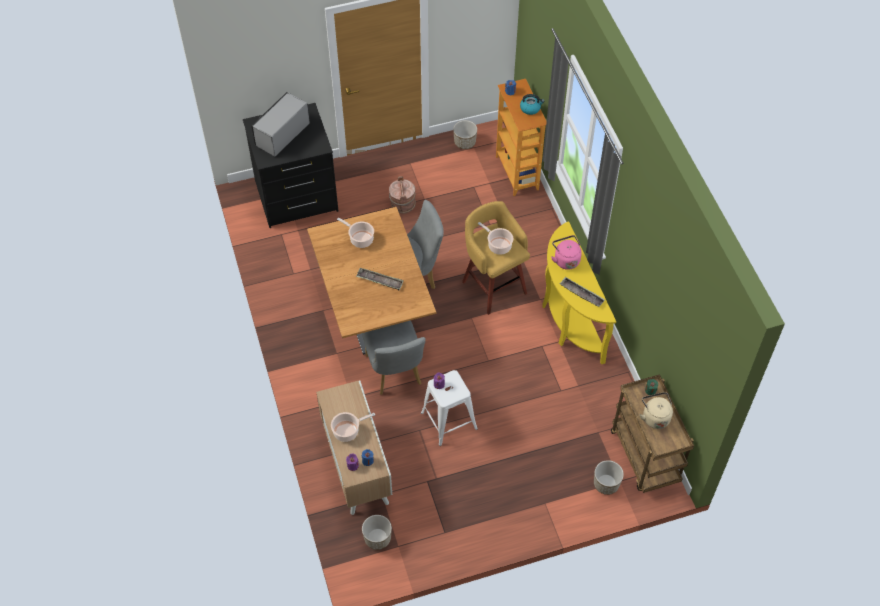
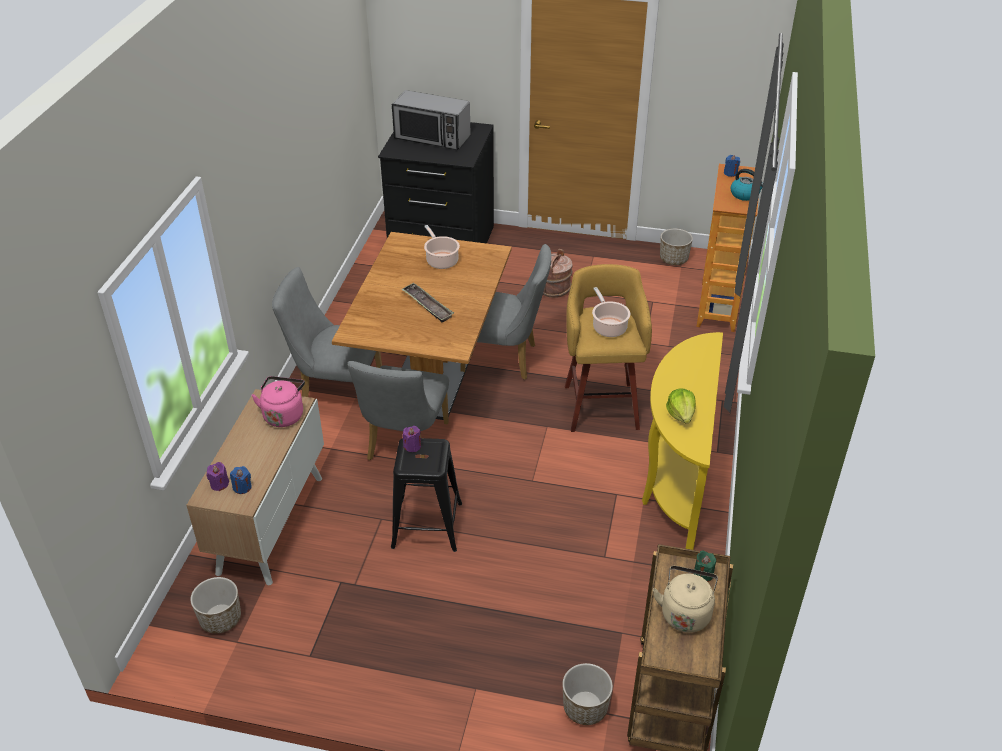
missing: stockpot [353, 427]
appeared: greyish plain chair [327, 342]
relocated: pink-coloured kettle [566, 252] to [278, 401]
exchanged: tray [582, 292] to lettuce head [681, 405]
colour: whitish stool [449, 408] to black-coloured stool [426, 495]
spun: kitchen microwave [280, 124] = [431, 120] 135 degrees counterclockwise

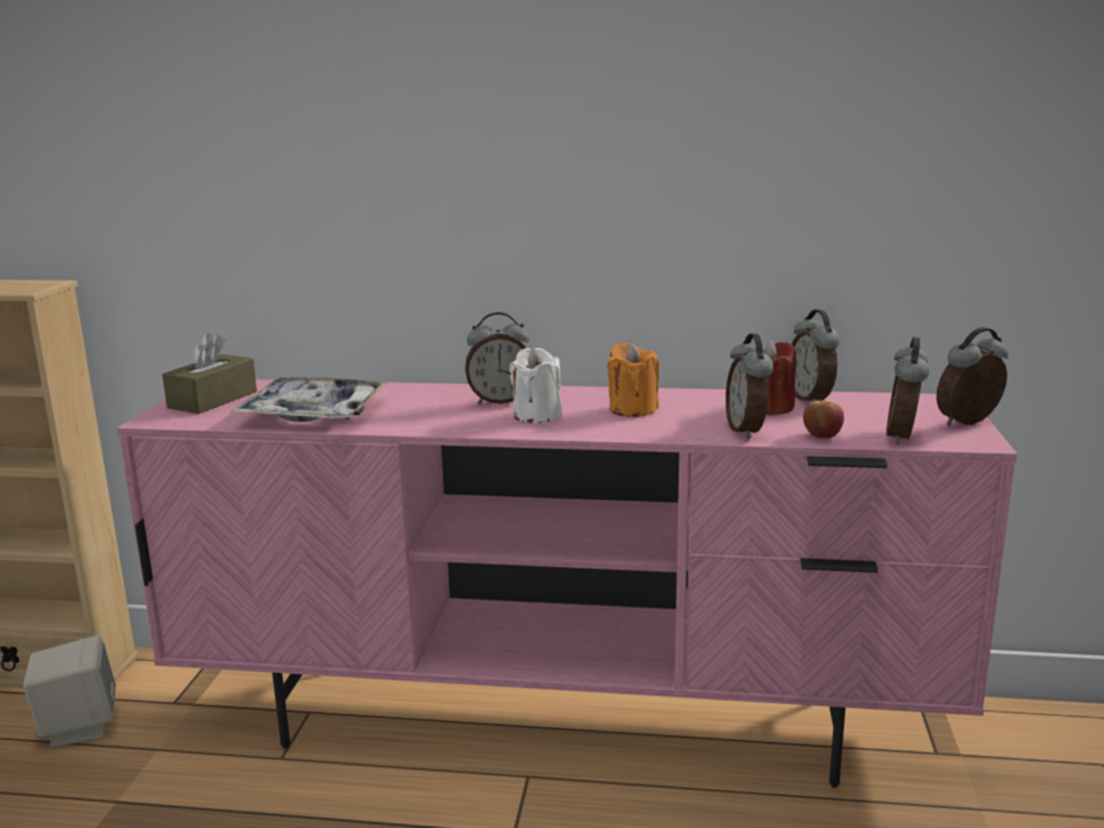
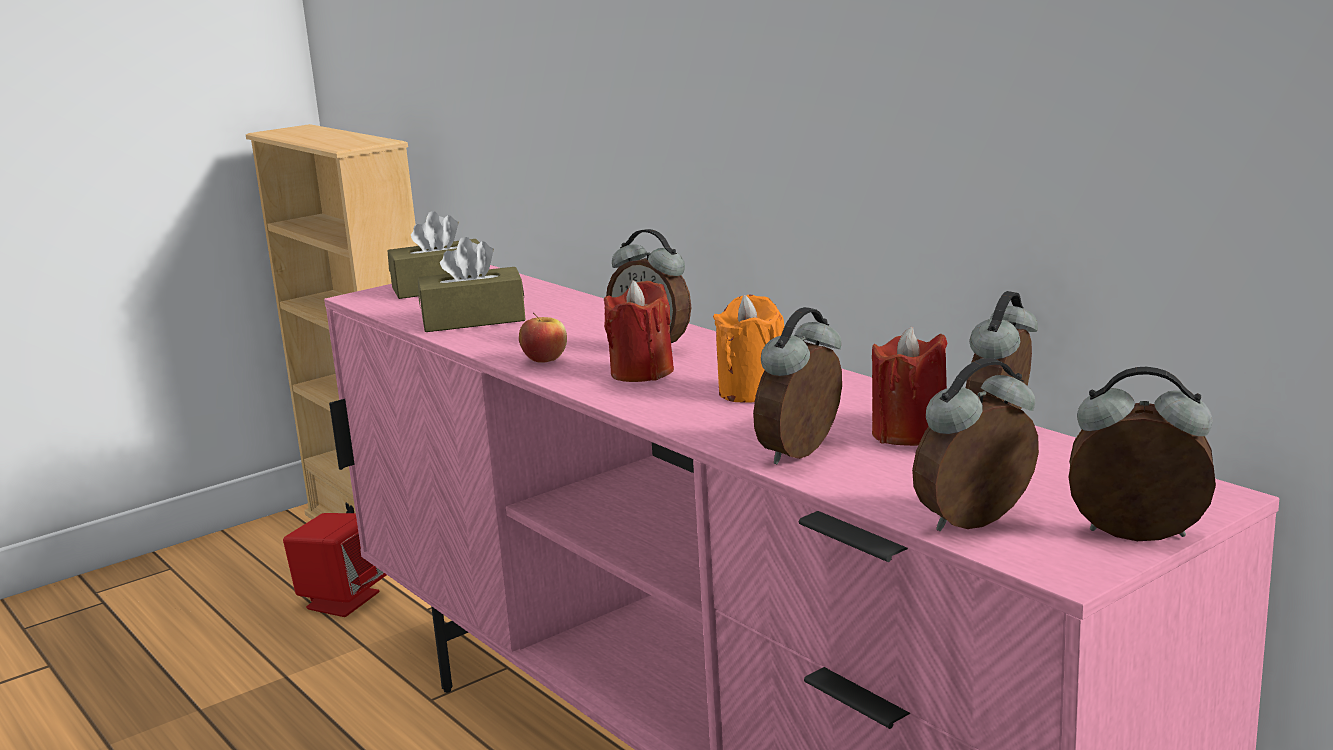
relocated: apple [823, 418] to [543, 337]
exchanged: tray [309, 399] to brown-coloured box of tissues [472, 284]
colour: beige loudspeaker [69, 691] to red-coloured loudspeaker [335, 565]; whitish wax candle [535, 385] to red-coloured wax candle [639, 331]

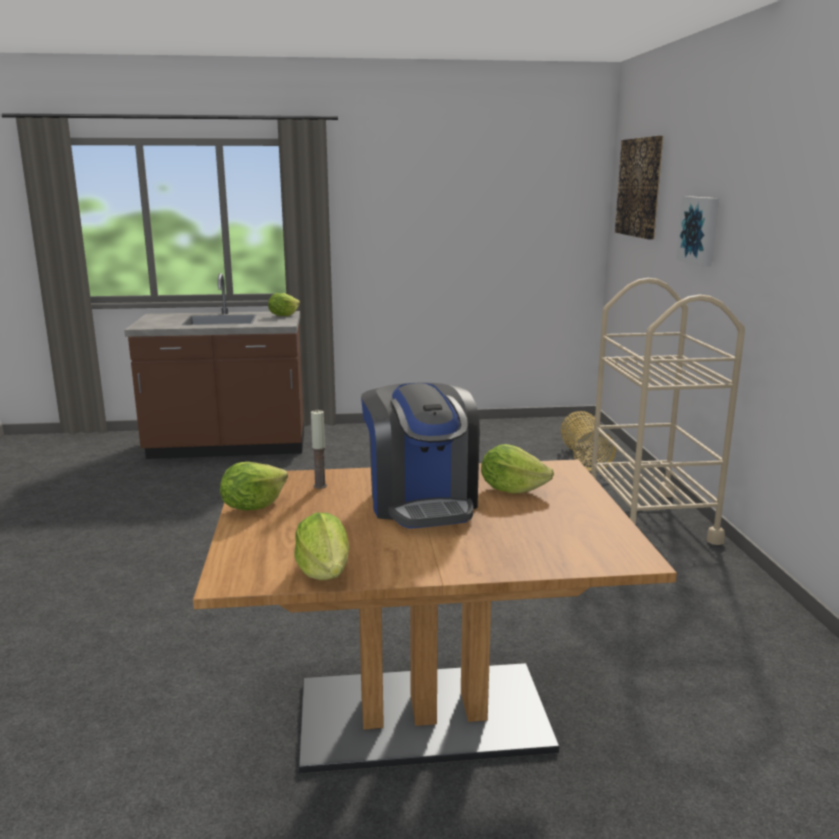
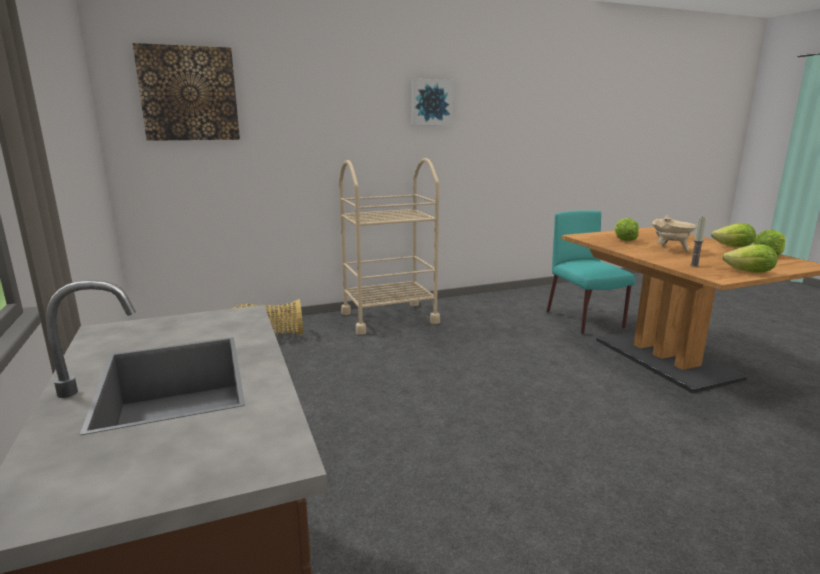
appeared: turquoise-coloured plain chair [590, 272]
relocated: lettuce head [284, 304] to [733, 235]; wall art [697, 231] to [432, 102]
exchanged: coffee machine [420, 455] to beige stockpot [674, 233]

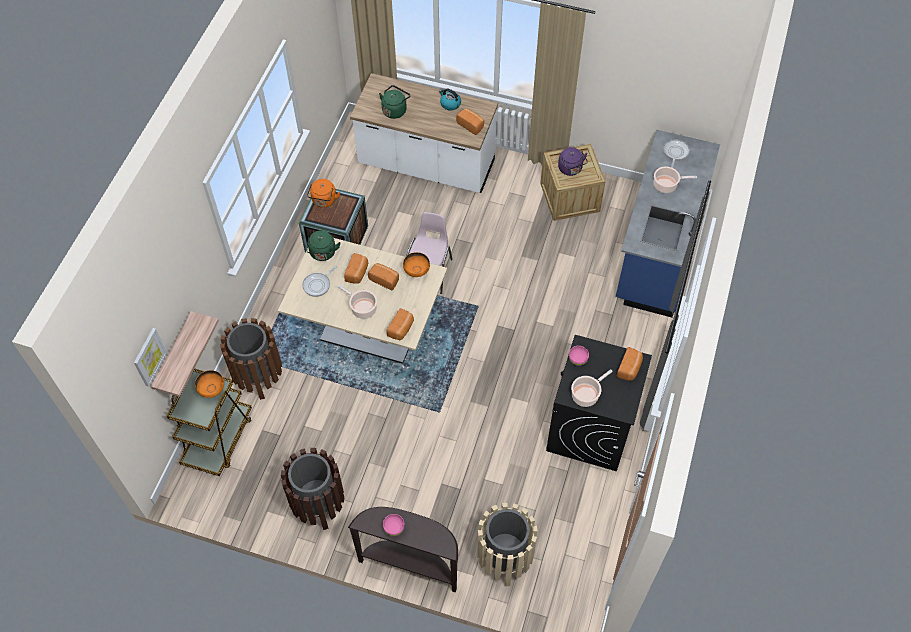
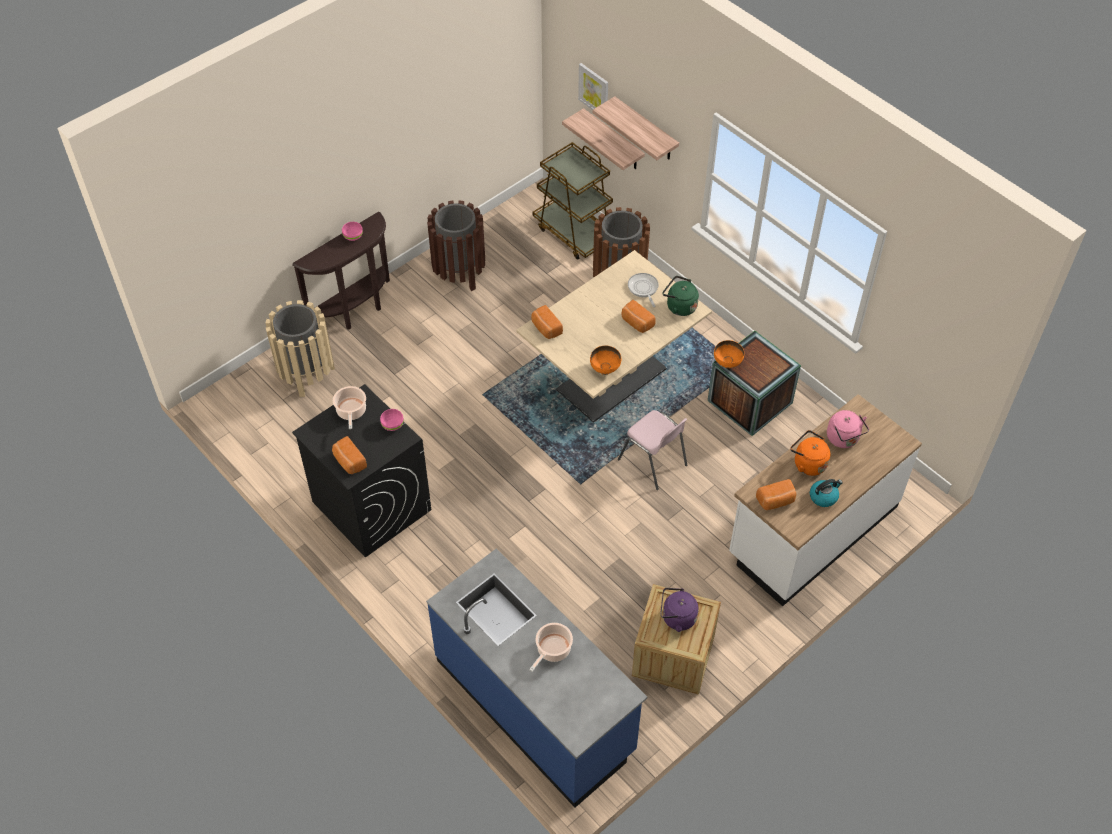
missing: stockpot [357, 302]; bakery bread [383, 276]; frying pan [677, 153]
appeared: shelf [636, 128]
relocated: orange serving bowl [209, 384] to [729, 354]; orange kettle [323, 193] to [810, 453]
colour: greenish kettle [395, 102] to pink-coloured kettle [848, 429]

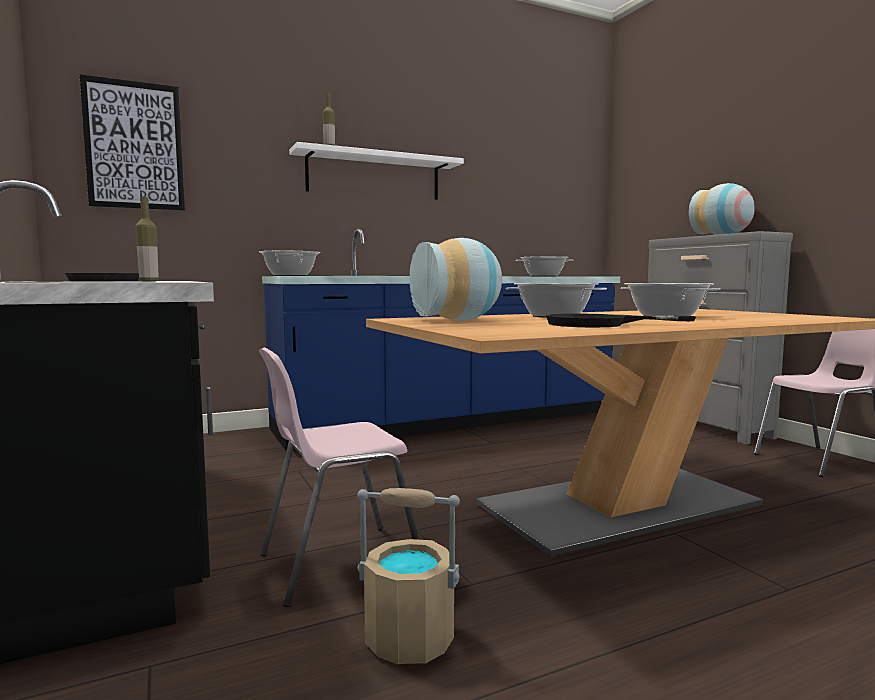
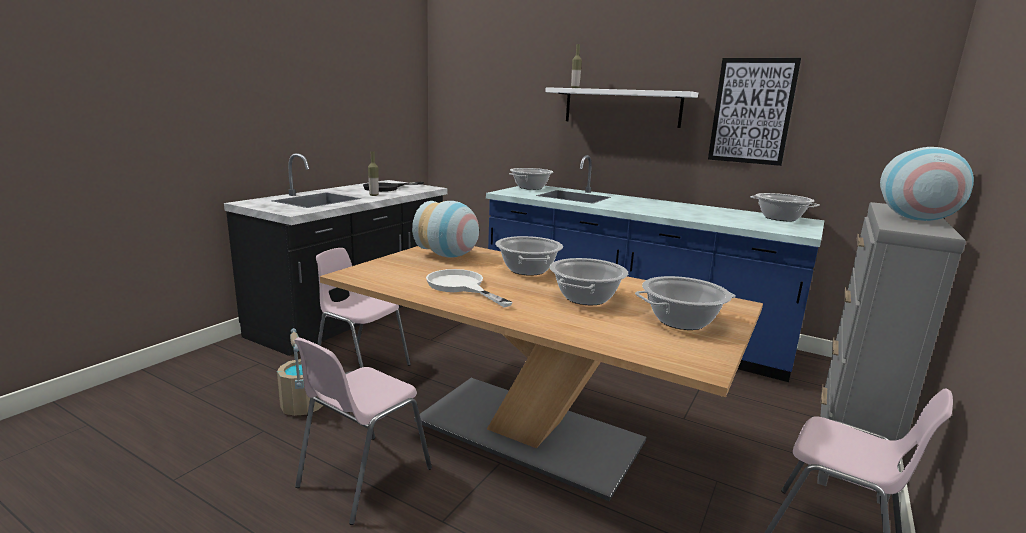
appeared: pink-coloured plain chair [363, 431]; stockpot [685, 303]
relocated: wall art [132, 142] to [754, 112]
colour: black-coloured frying pan [621, 320] to whitish frying pan [469, 288]

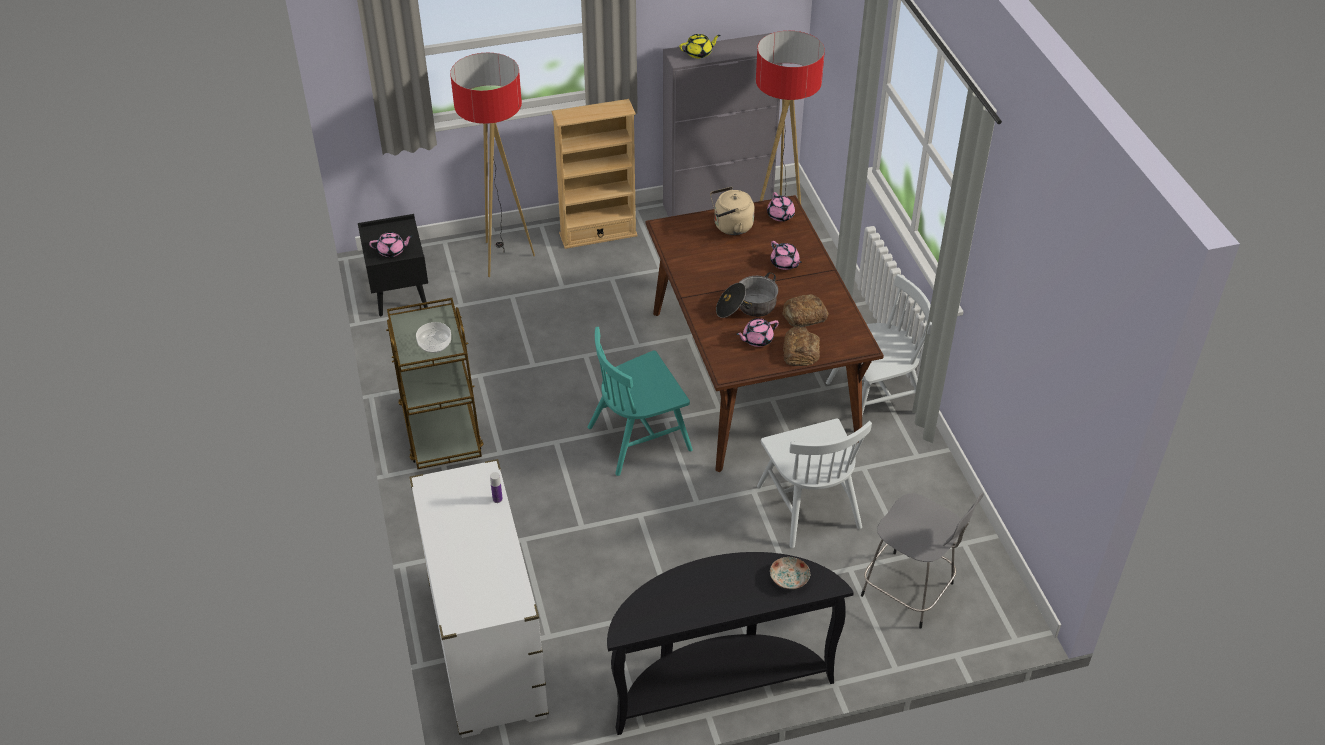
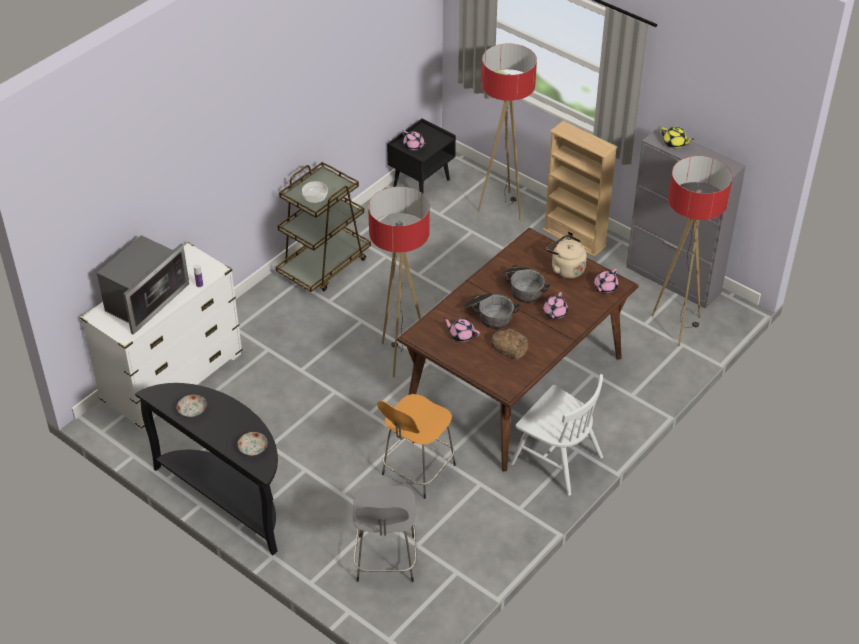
missing: bakery bread [801, 346]
appeared: kitchen microwave [143, 285]; dinner plate [192, 406]; stockpot [526, 284]
exchanged: turquoise-coloured plain chair [640, 401] to floor lamp [399, 282]; whitish plain chair [814, 483] to orange stool [416, 446]

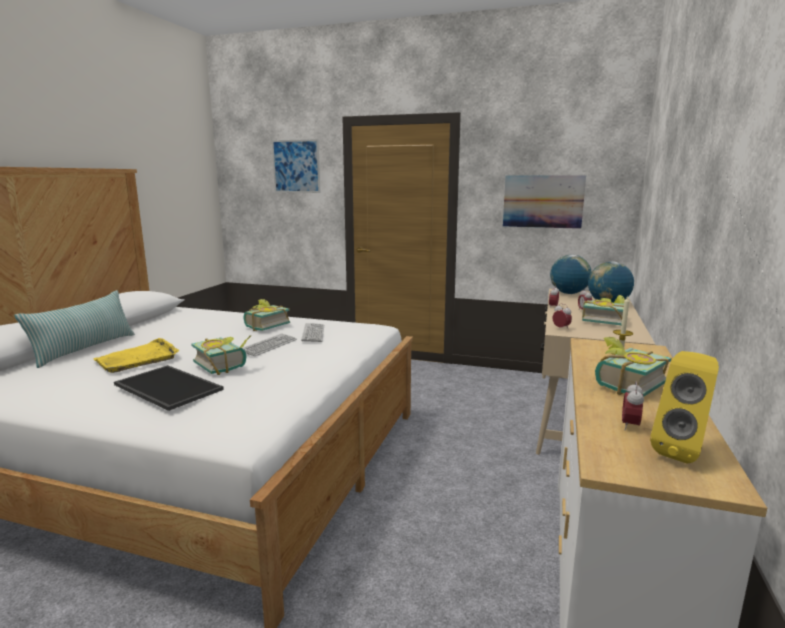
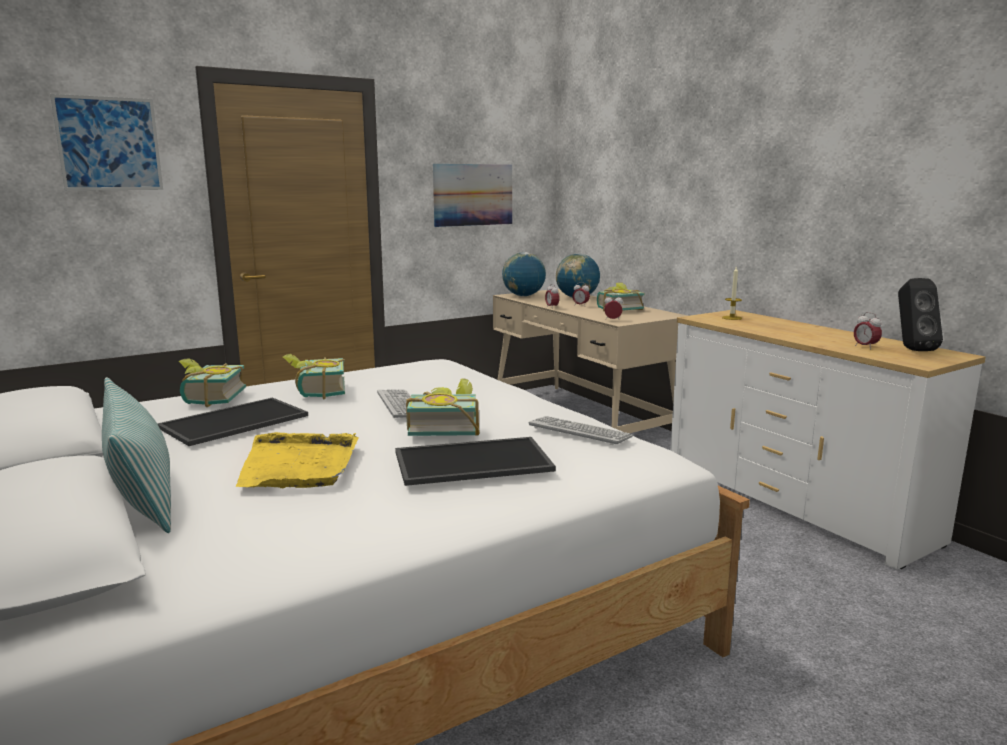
appeared: tray [232, 421]
relocated: keyboard [312, 332] to [581, 430]; book [633, 367] to [212, 382]
colour: yellowish loudspeaker [684, 407] to black-coloured loudspeaker [920, 314]

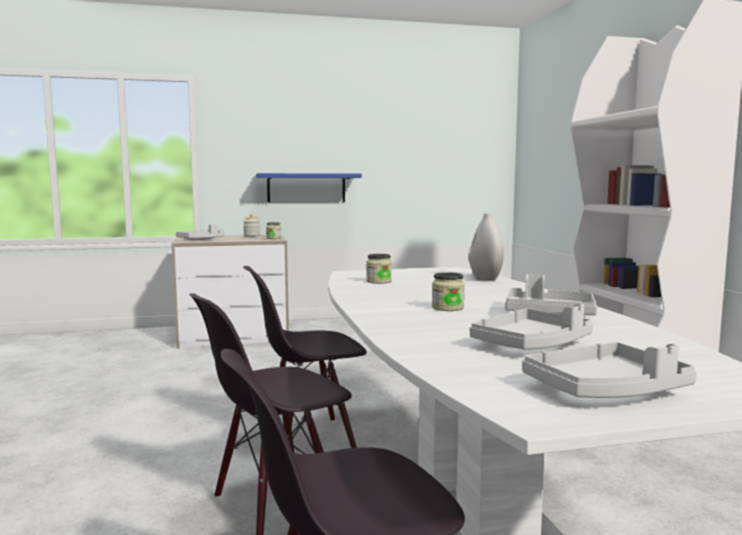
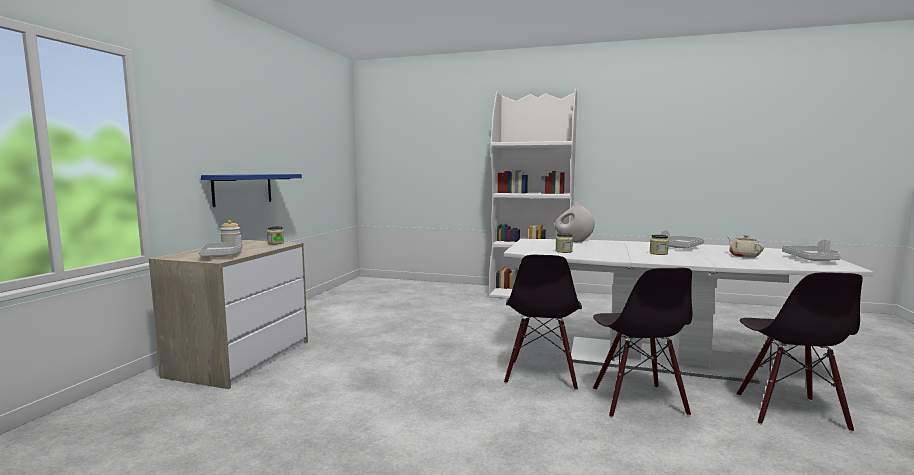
exchanged: greyish tray [531, 327] to beige tea pot [745, 246]

